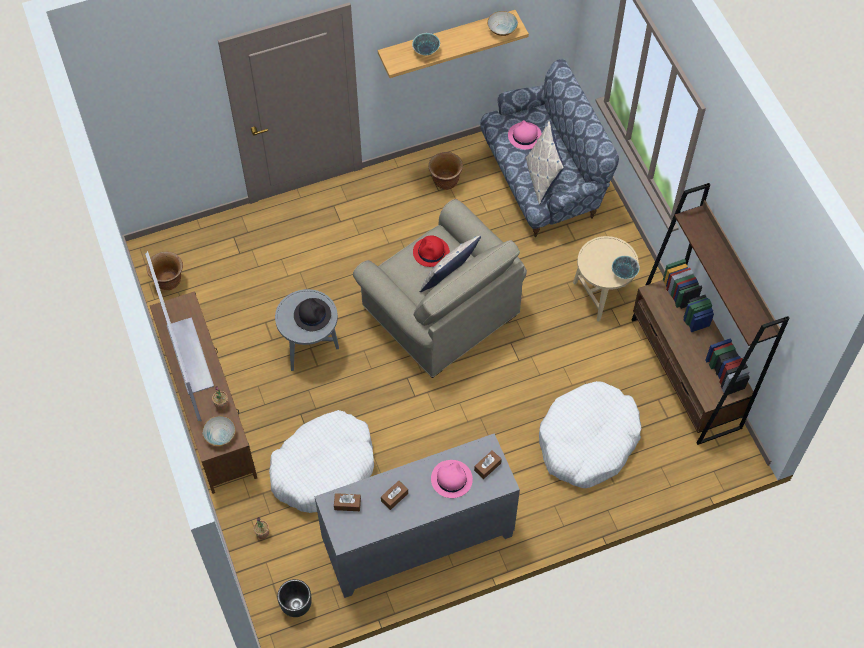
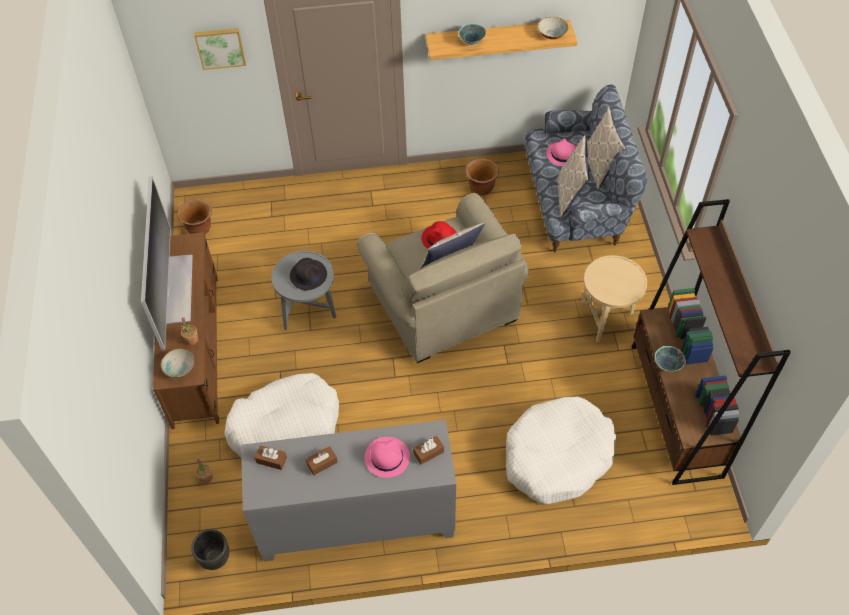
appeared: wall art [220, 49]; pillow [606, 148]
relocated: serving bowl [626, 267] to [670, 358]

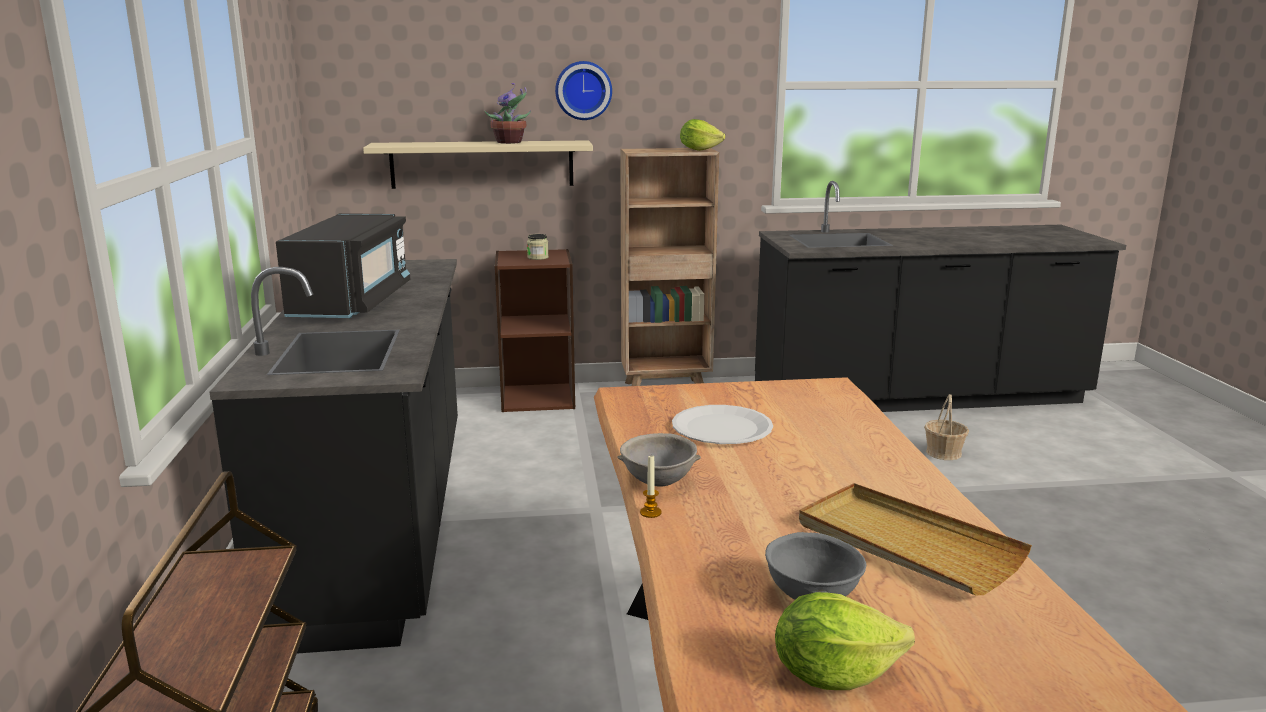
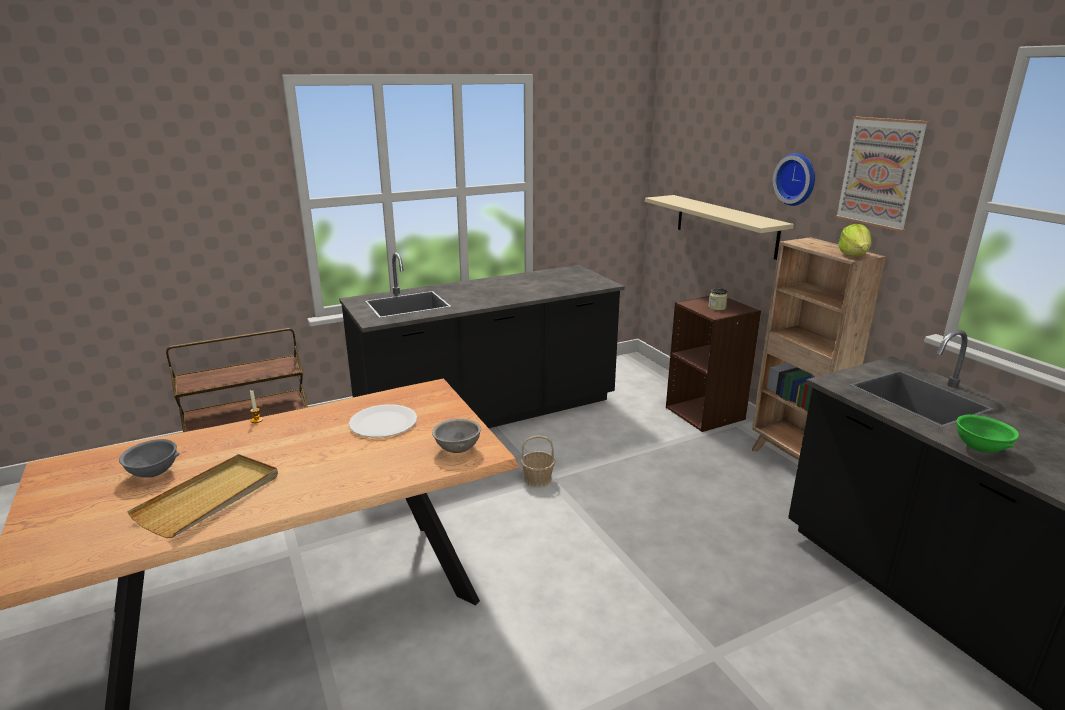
missing: black-coloured kitchen microwave [343, 265]; houseplant [507, 113]; lettuce head [845, 641]
appeared: wall art [882, 174]; greenish serving bowl [988, 434]
relocated: greyish serving bowl [659, 460] to [456, 435]; household basket [946, 427] to [538, 461]

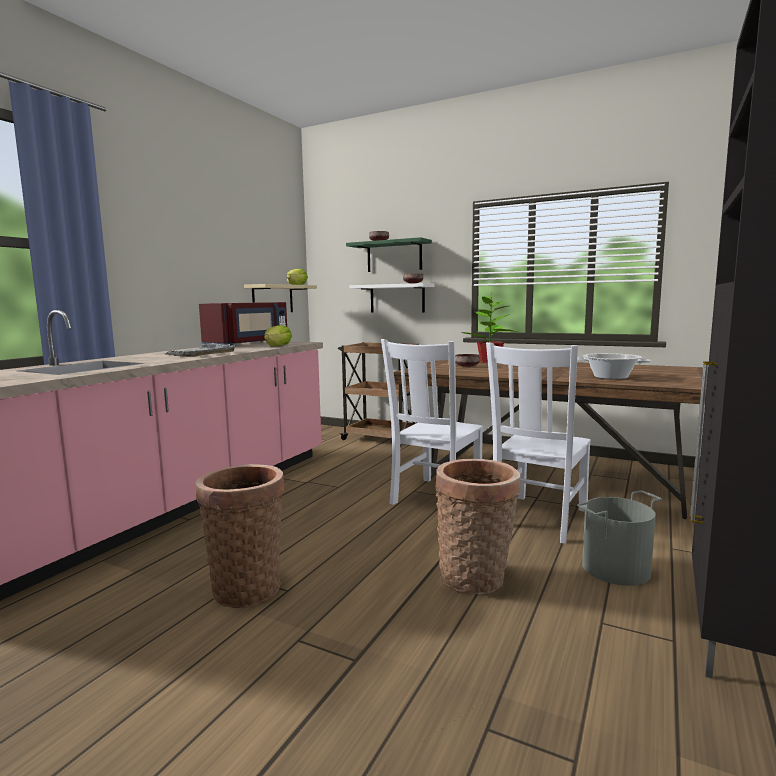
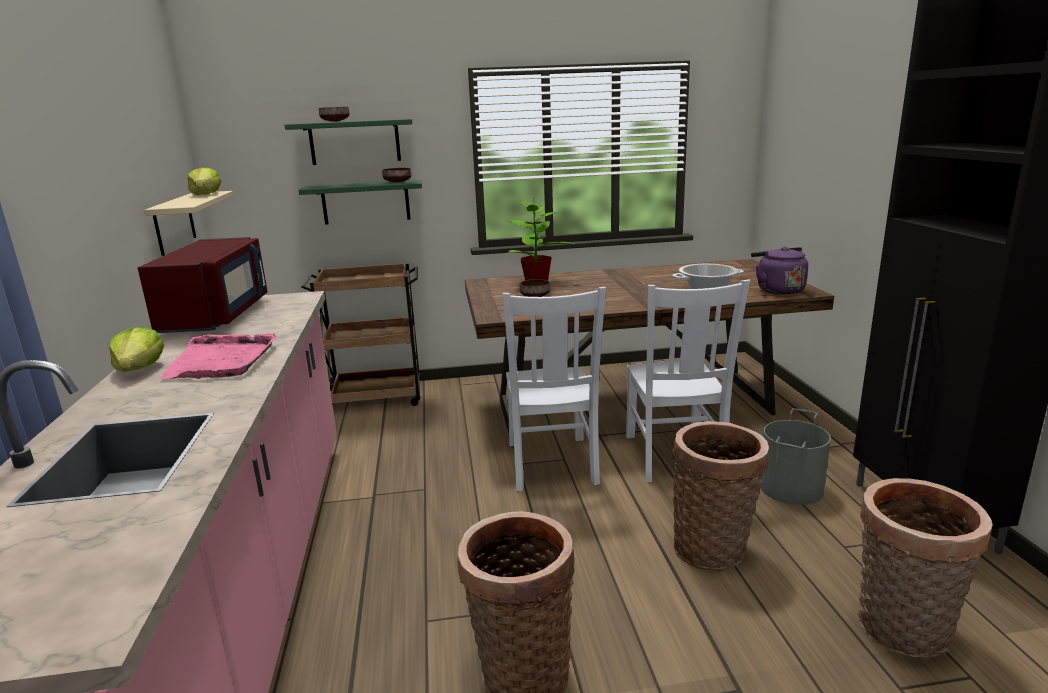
appeared: purple kettle [779, 271]; household basket [925, 568]
relocated: lettuce head [278, 335] to [137, 349]
colour: greyish tray [199, 350] to pink-coloured tray [218, 356]; whitish shelf [391, 297] to greenish shelf [360, 202]

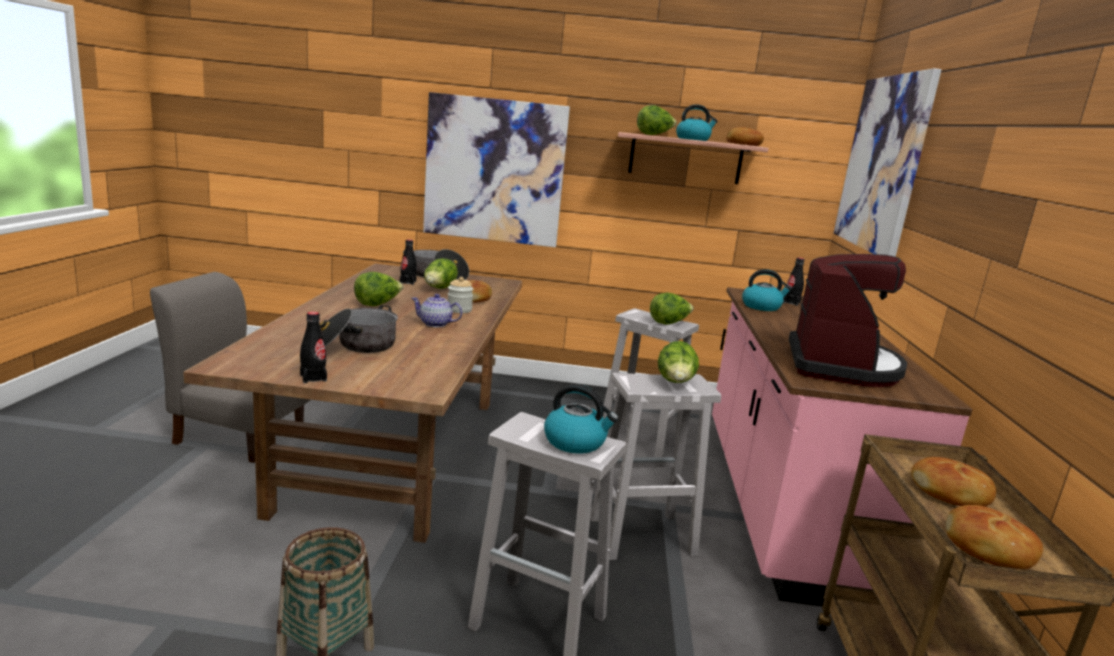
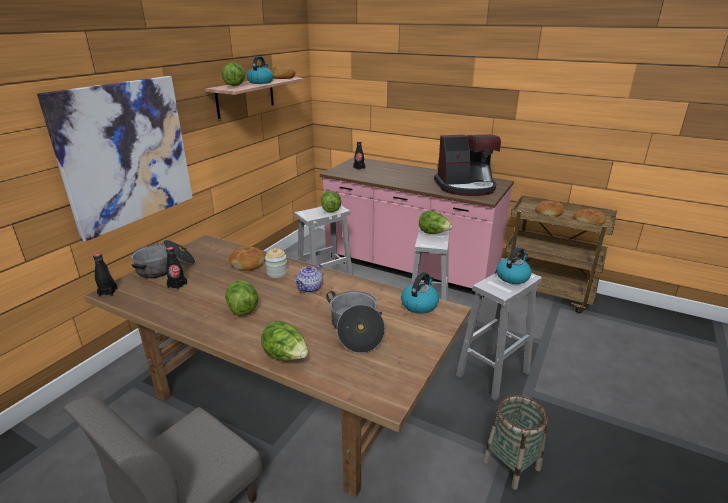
missing: wall art [887, 162]
relocated: black-coloured bottle [313, 347] to [105, 275]; lettuce head [441, 273] to [284, 341]; kettle [767, 290] to [420, 293]
spun: coffee machine [848, 320] = [467, 165] 135 degrees clockwise

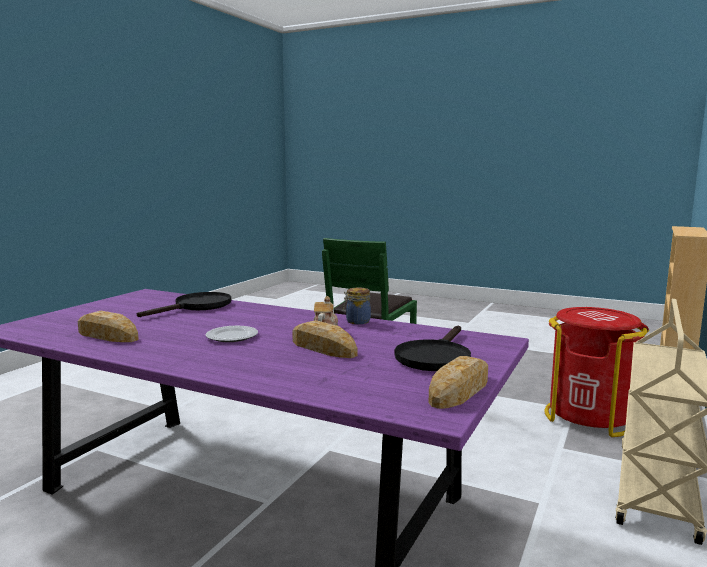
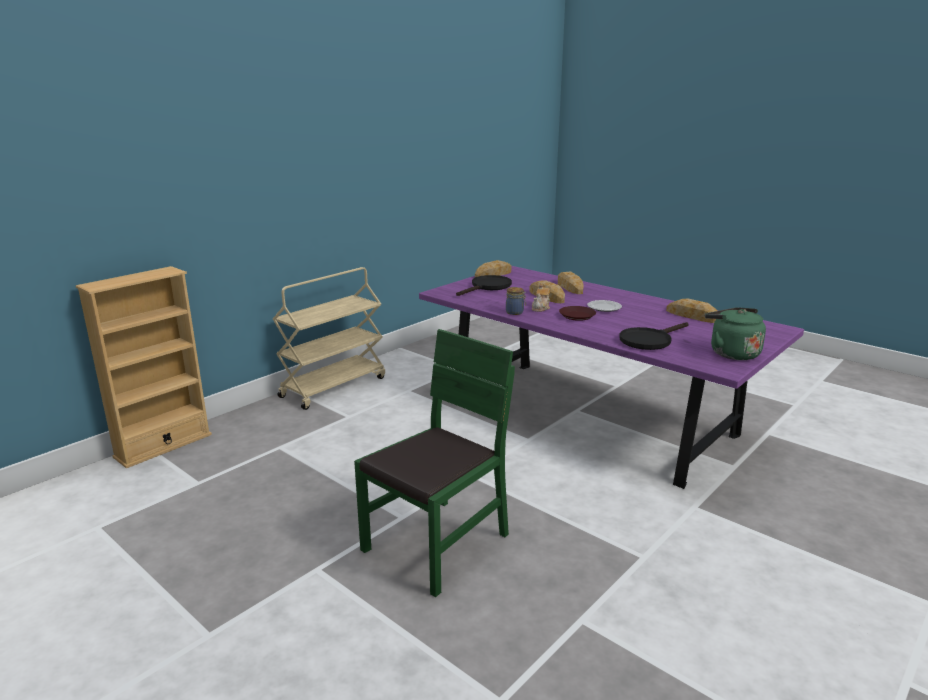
missing: red-coloured waste bin [596, 372]
appeared: bakery bread [571, 283]; brown-coloured dinner plate [577, 313]; greenish kettle [735, 333]

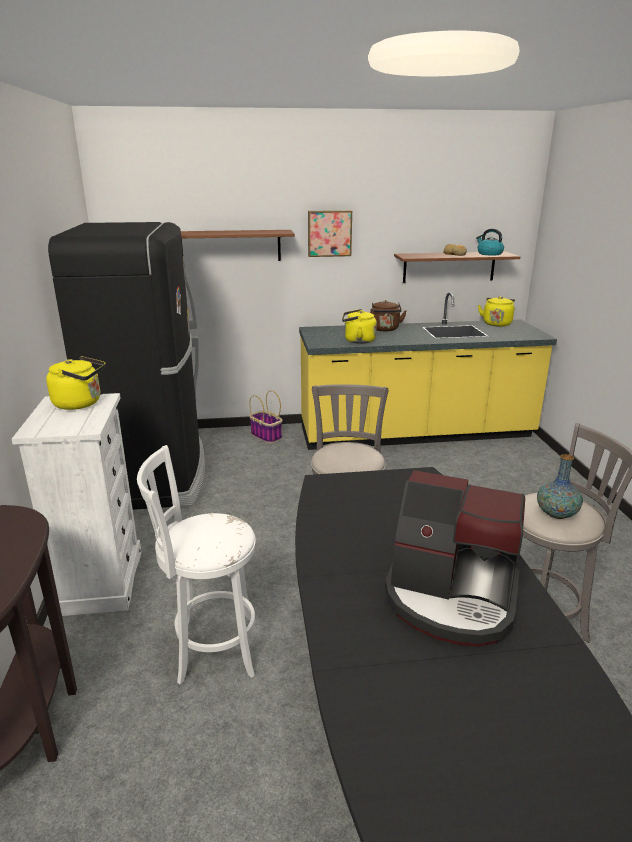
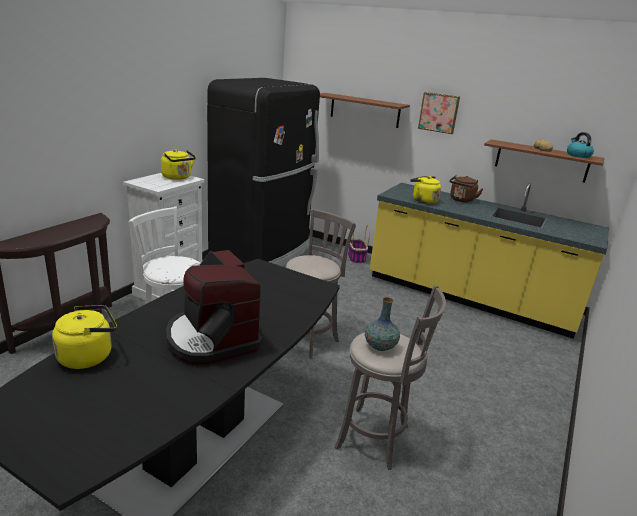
relocated: yellowish kettle [496, 311] to [84, 337]

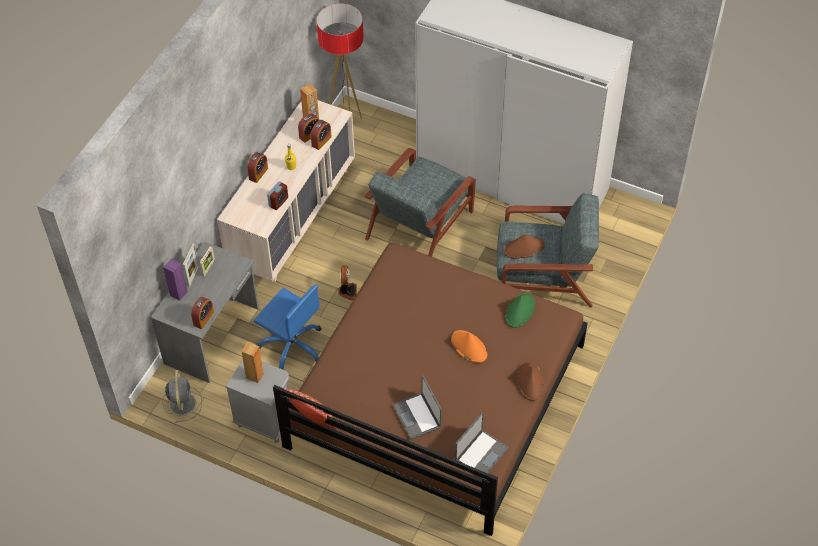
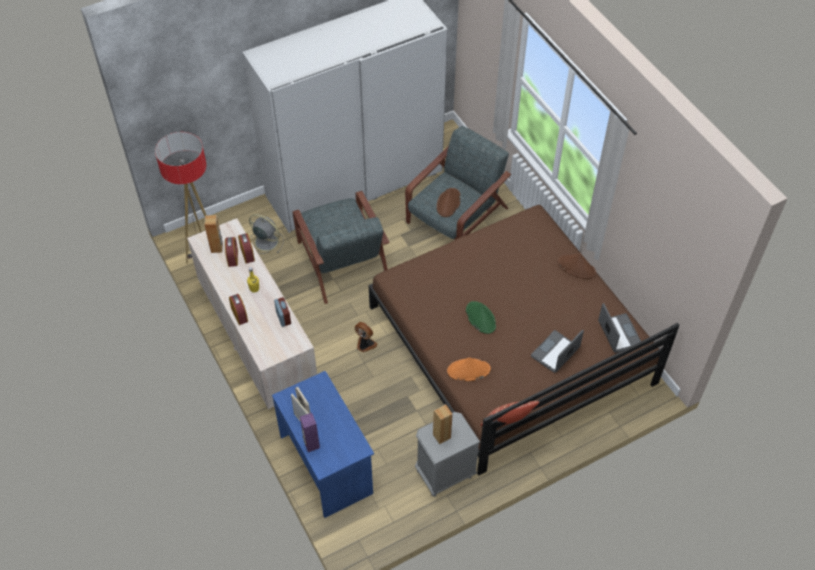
missing: table clock [202, 313]; blue desk chair [287, 327]
relocated: greyish fan [182, 396] to [266, 234]; orange wearable hat [469, 346] to [469, 369]; greenish wearable hat [520, 310] to [481, 317]
colour: greyish desk [205, 312] to blue desk [323, 444]
spun: laptop [417, 408] = [557, 351] 120 degrees clockwise

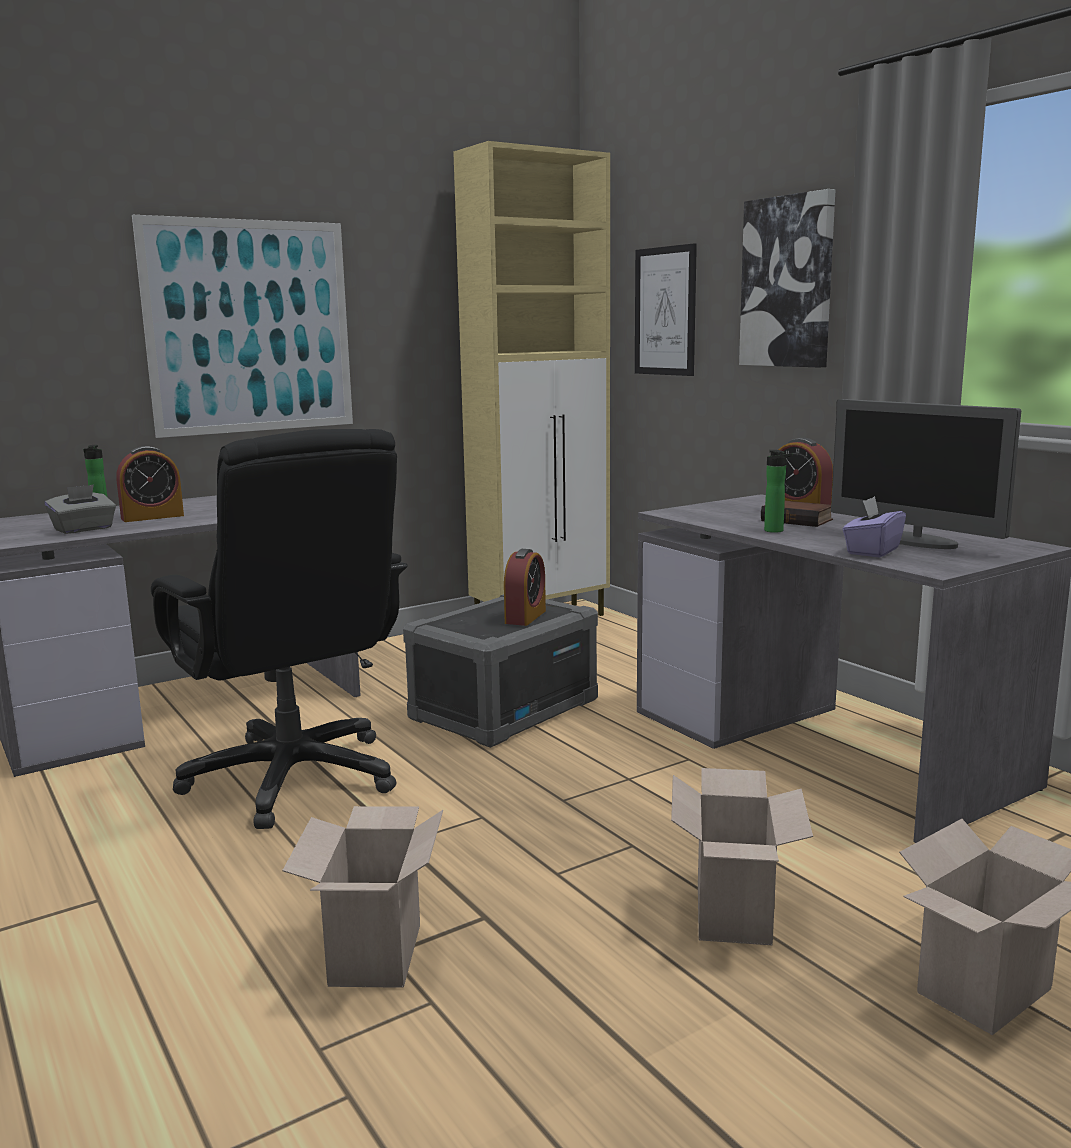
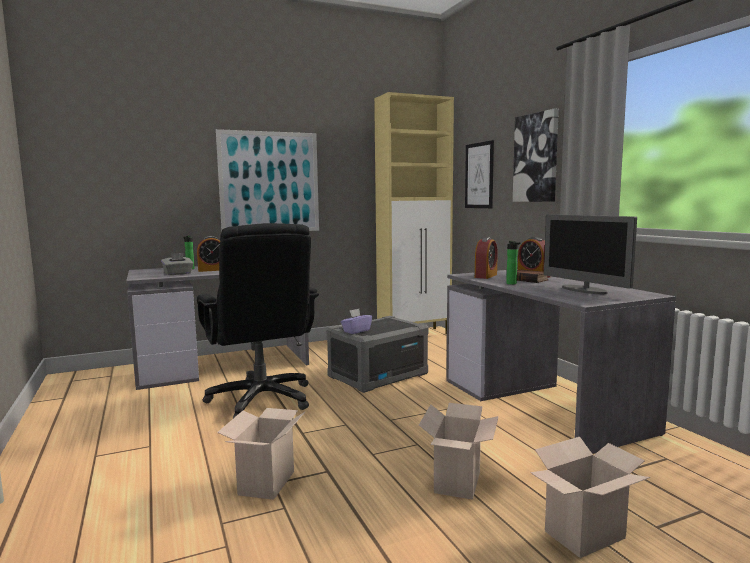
relocated: table clock [525, 587] to [486, 258]; purple box of tissues [874, 527] to [356, 321]

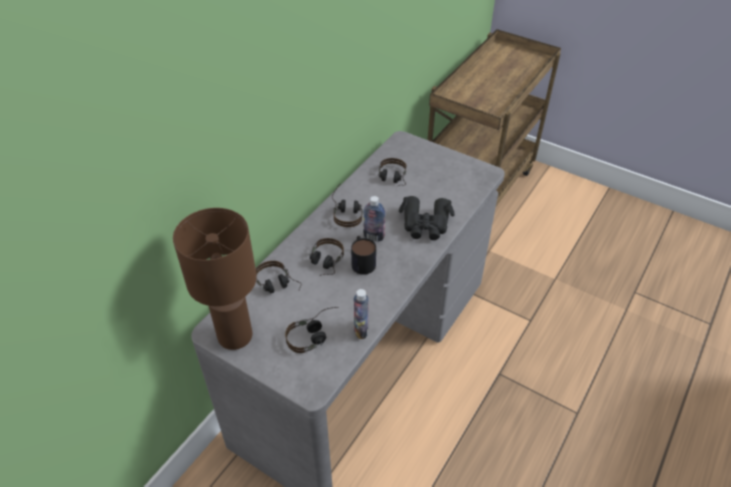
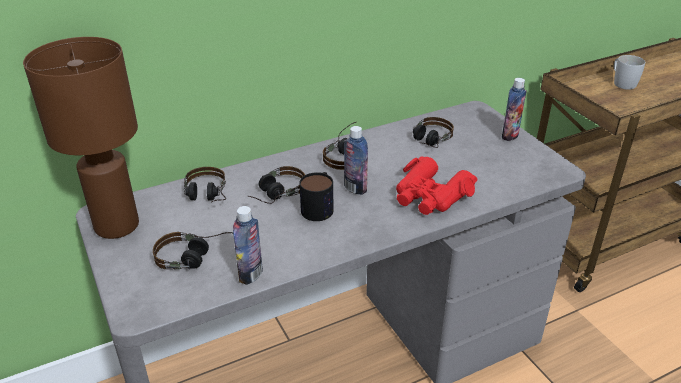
appeared: bottle [514, 109]; whitish tea mug [629, 72]
colour: black-coloured binoculars [427, 218] to red-coloured binoculars [437, 185]

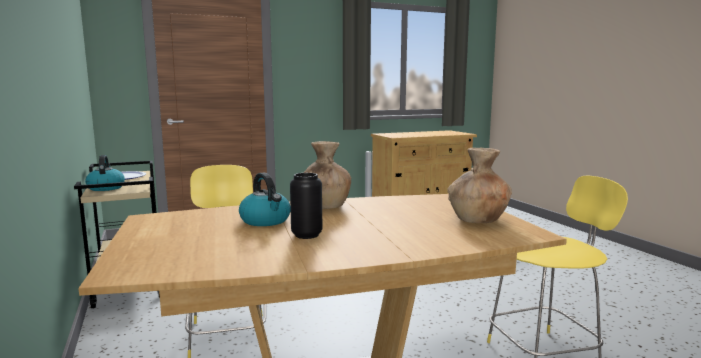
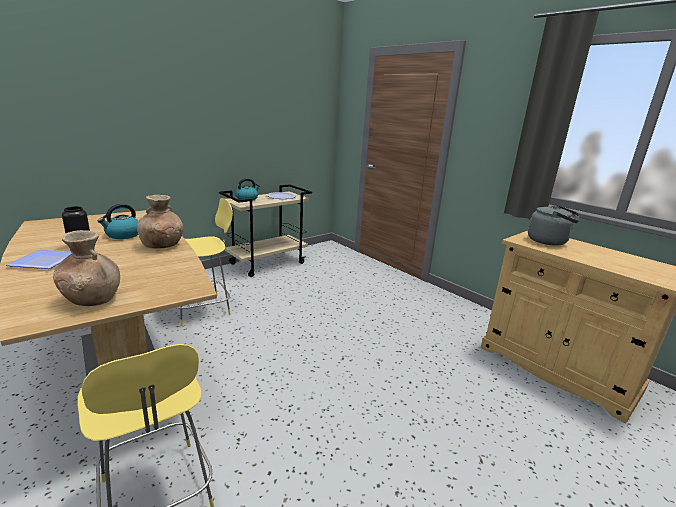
appeared: dinner plate [38, 259]; greyish kettle [553, 225]

